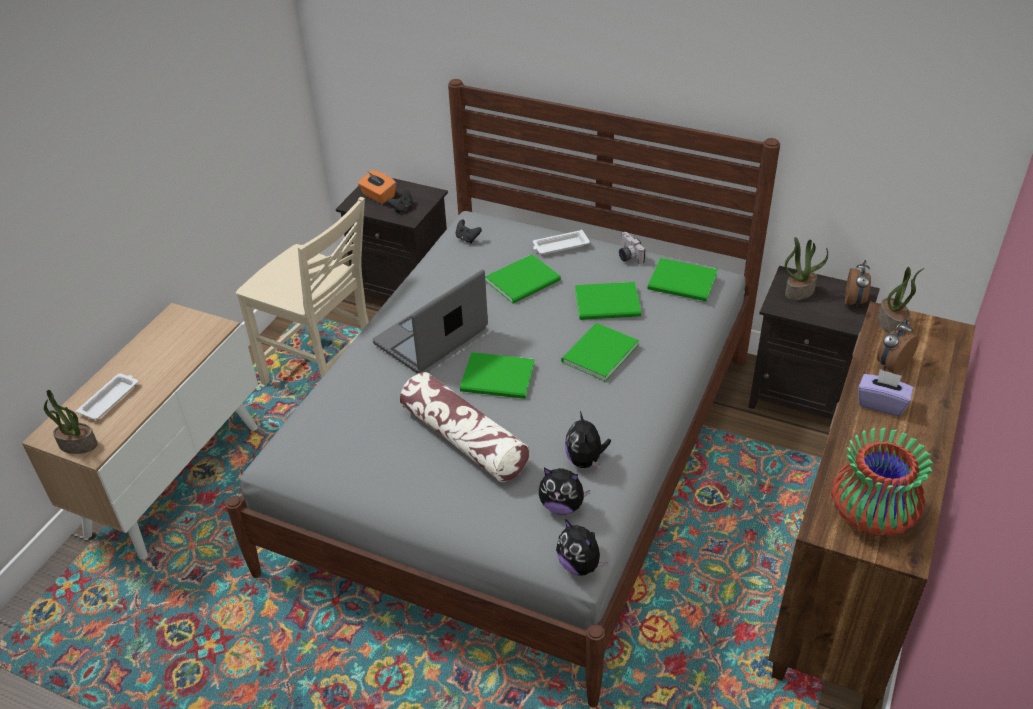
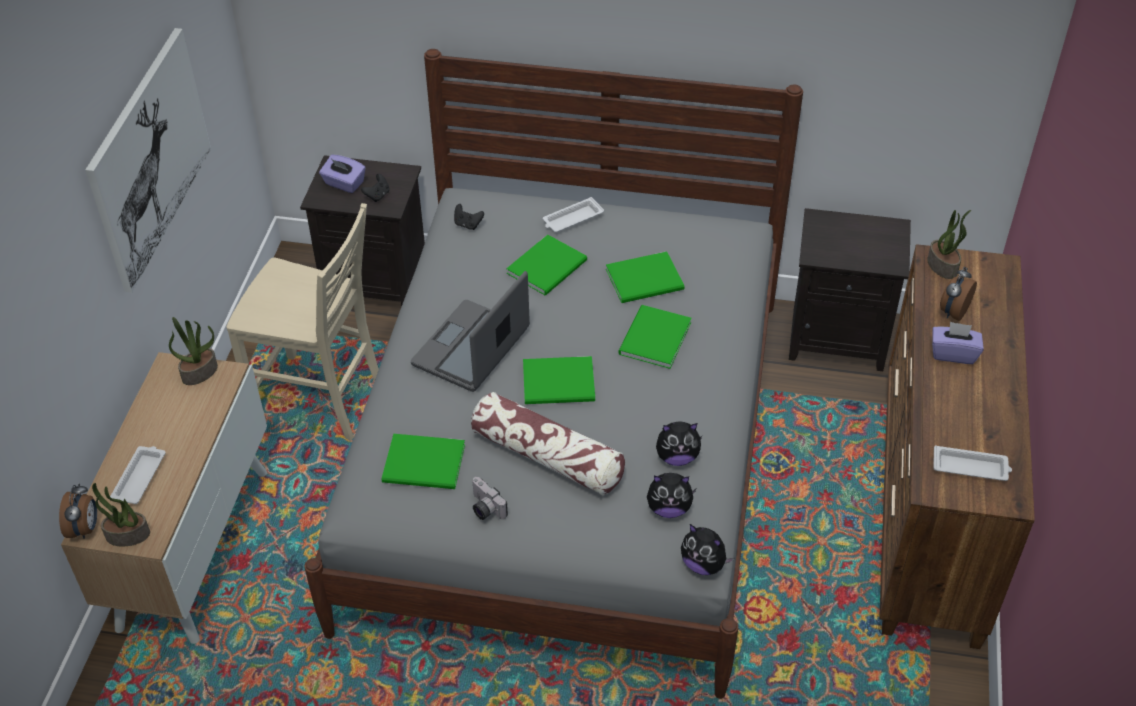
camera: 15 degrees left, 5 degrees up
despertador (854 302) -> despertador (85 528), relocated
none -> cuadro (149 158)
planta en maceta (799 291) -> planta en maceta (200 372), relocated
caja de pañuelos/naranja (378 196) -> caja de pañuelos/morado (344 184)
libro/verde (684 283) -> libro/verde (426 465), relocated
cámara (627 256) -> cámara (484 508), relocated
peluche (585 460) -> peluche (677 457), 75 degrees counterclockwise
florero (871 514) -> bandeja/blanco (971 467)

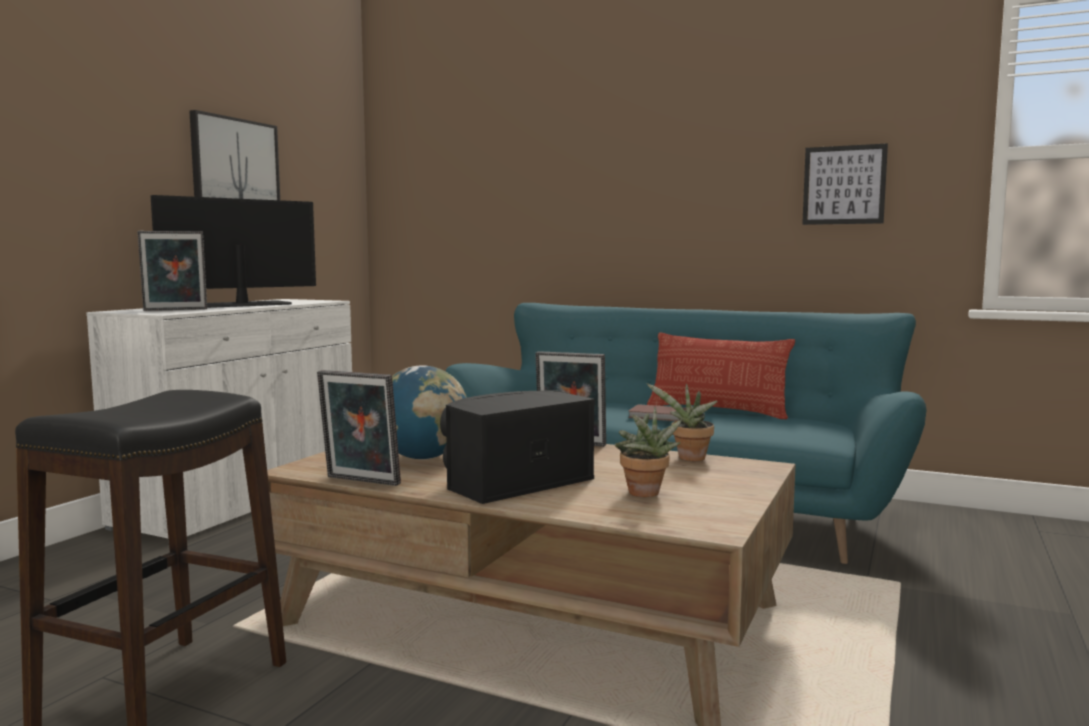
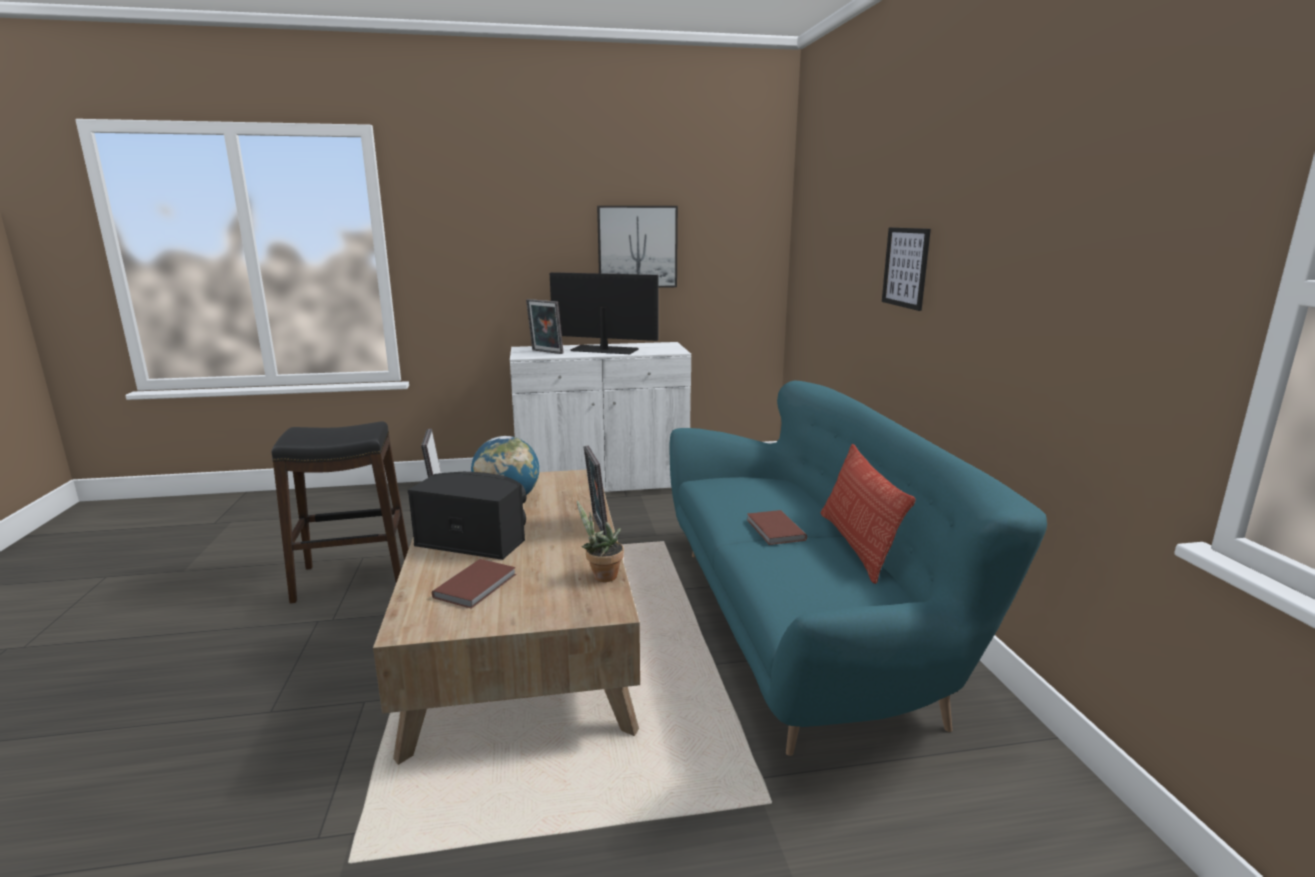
camera: 55 degrees right, 10 degrees up
planta en maceta (645 494) -> libro/marrón (477 585)
cuadro (844 185) -> cuadro (905 267), relocated

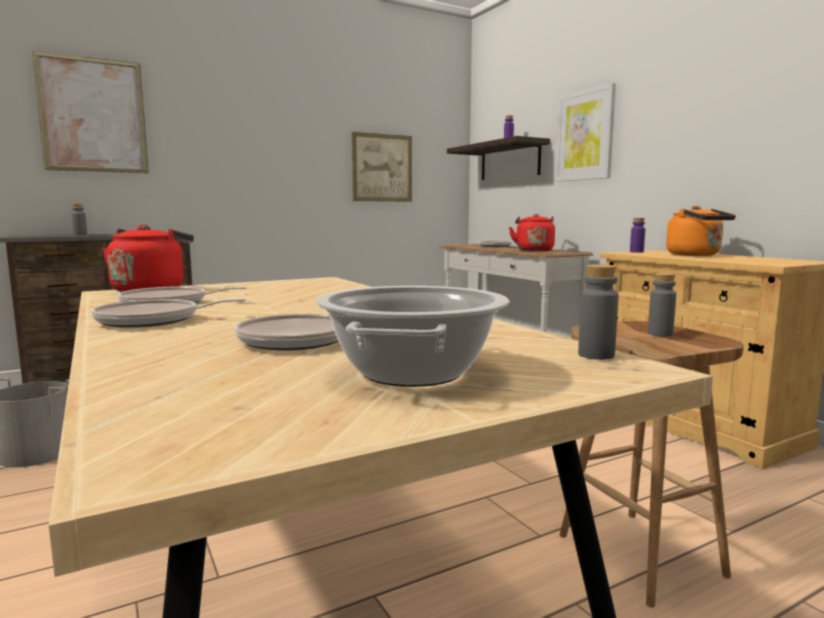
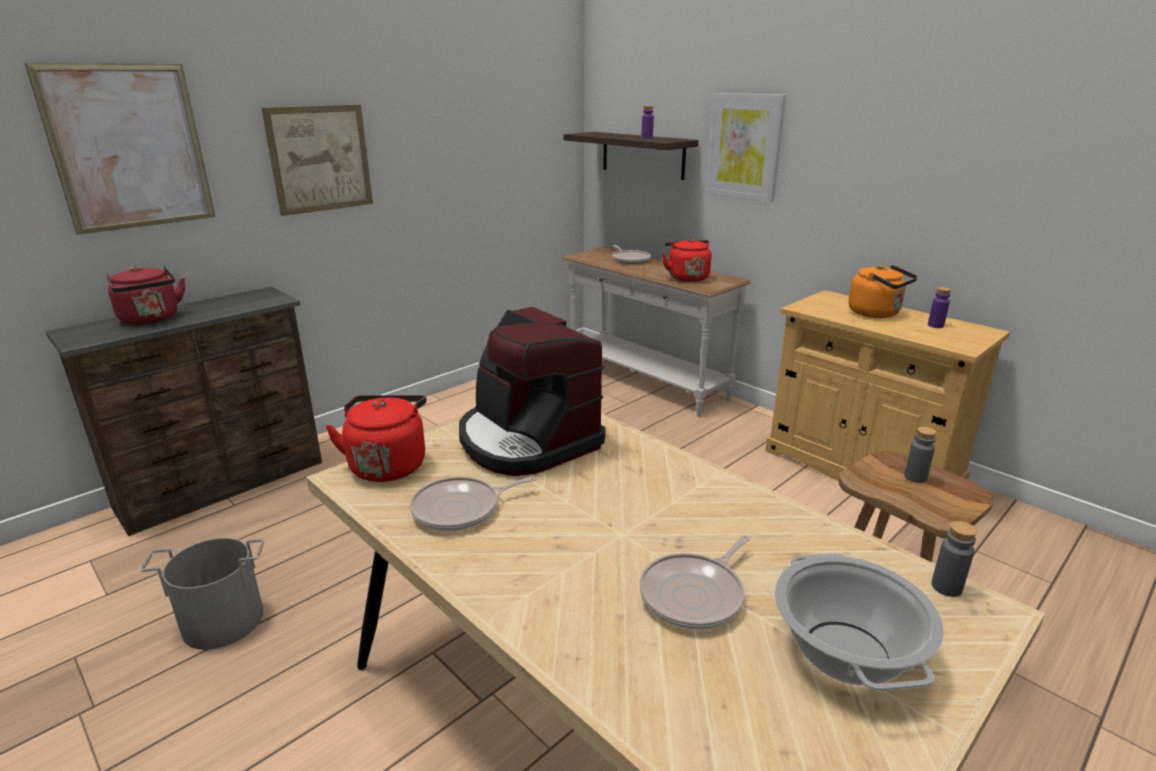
camera: 15 degrees left, 15 degrees up
botella/gris (80 234) -> hervidor/rojo (151 319)
cuadro (382 168) -> cuadro (320 159), relocated
none -> cafetera (527 440)
botella/morado (636 252) -> botella/morado (935 325), relocated
sartén (153 320) -> none

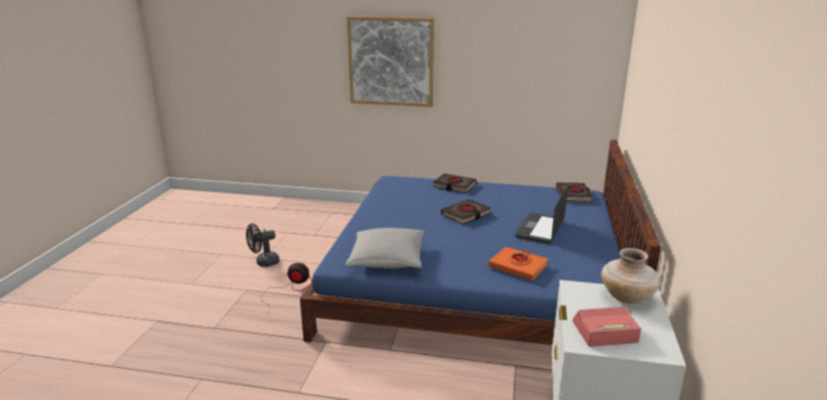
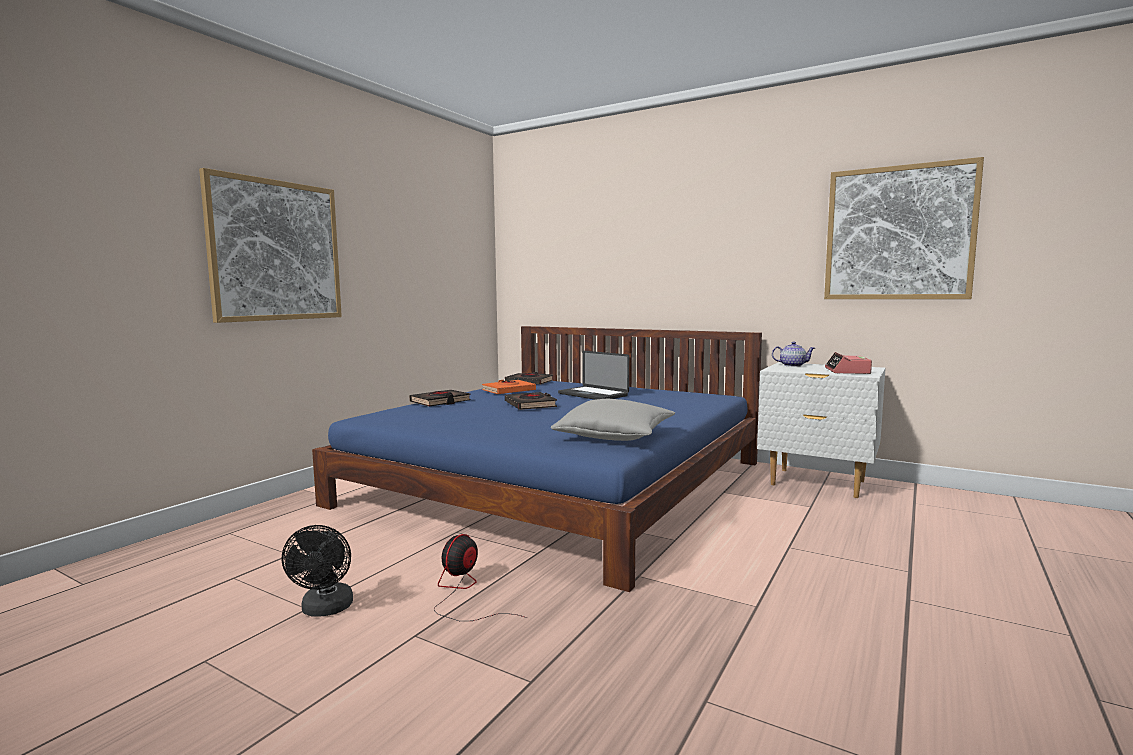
camera: 70 degrees left, 15 degrees down
libro/naranja (518 267) -> libro/naranja (508 391), relocated
florero/beis (627 297) -> tetera (792 365)
none -> cuadro (898 233)

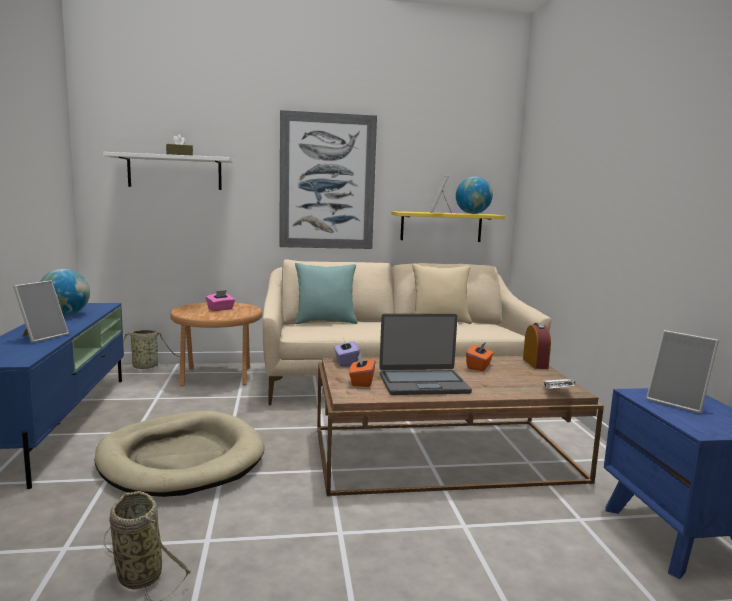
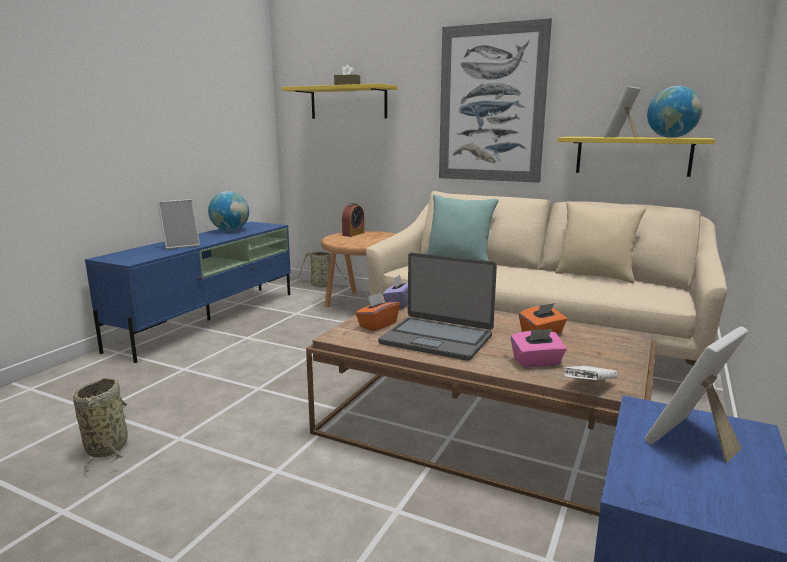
camera: 35 degrees right, 5 degrees up
estante/blanco (175 172) -> estante/amarillo (348 103)
despertador (535 363) -> despertador (353 234), relocated
caja de pañuelos/rosa (220 309) -> caja de pañuelos/rosa (537 362), relocated
portarretratos (678 402) -> portarretratos (693 440), 60 degrees clockwise
cama para perro/beis (181 459) -> none

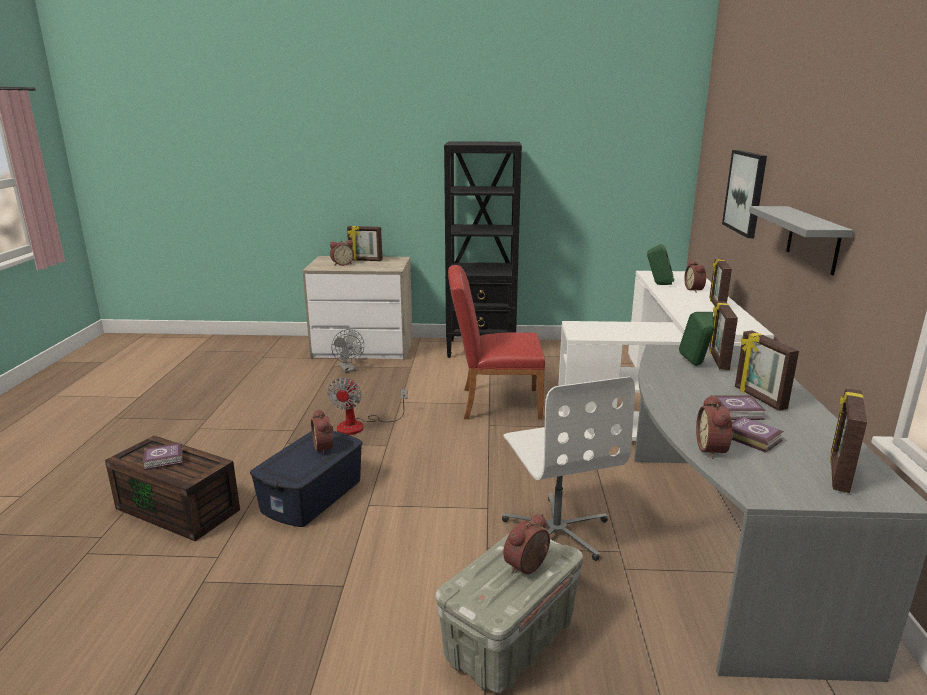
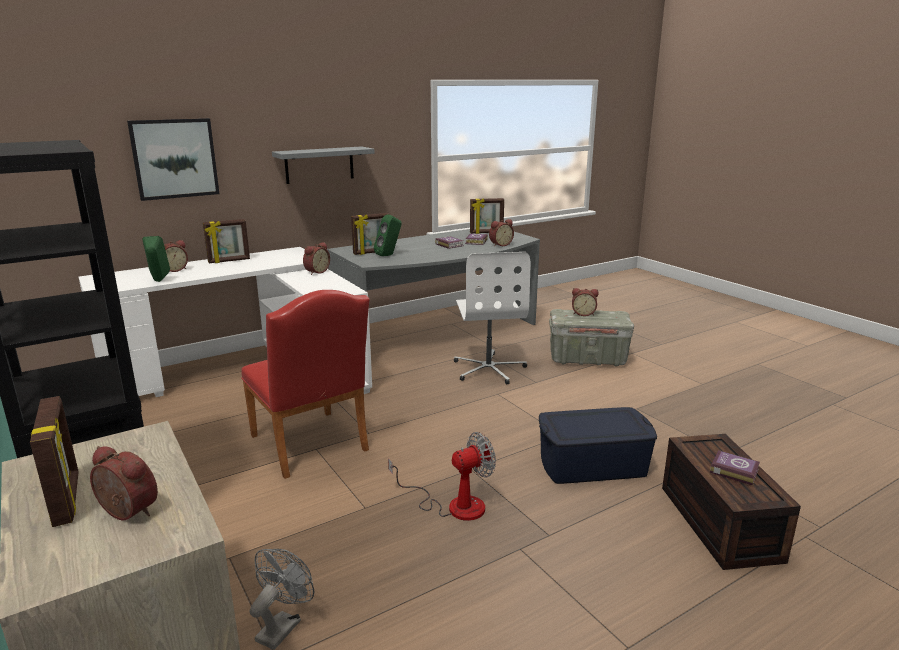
camera: 125 degrees left, 0 degrees up
despertador (325 447) -> despertador (316 272), relocated
silla de oficina/blanco (557 531) -> silla de oficina/blanco (489 369), 135 degrees clockwise
portarretratos (759 398) -> none

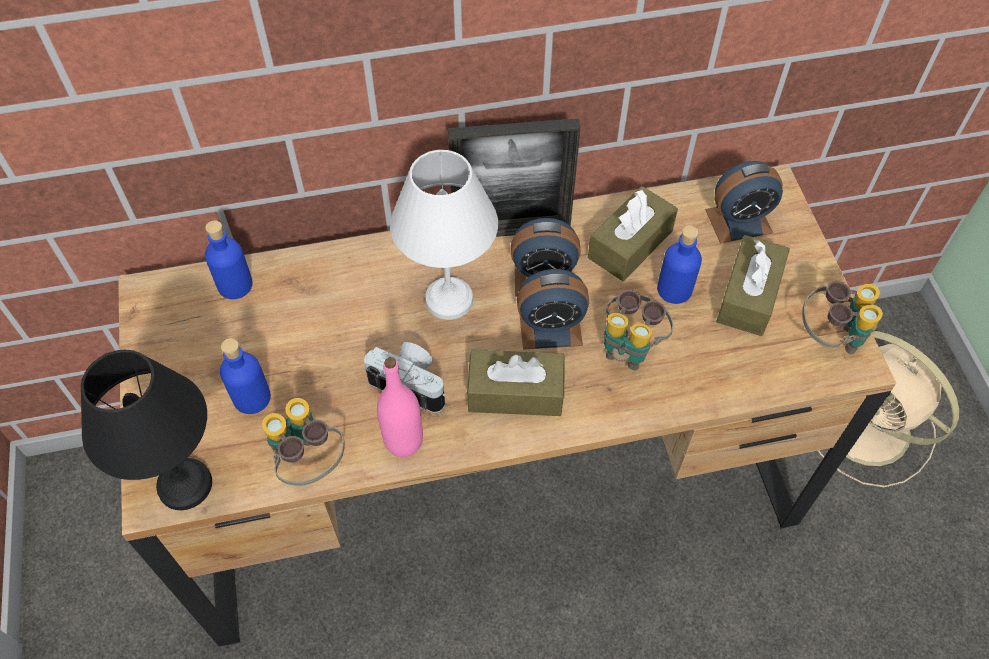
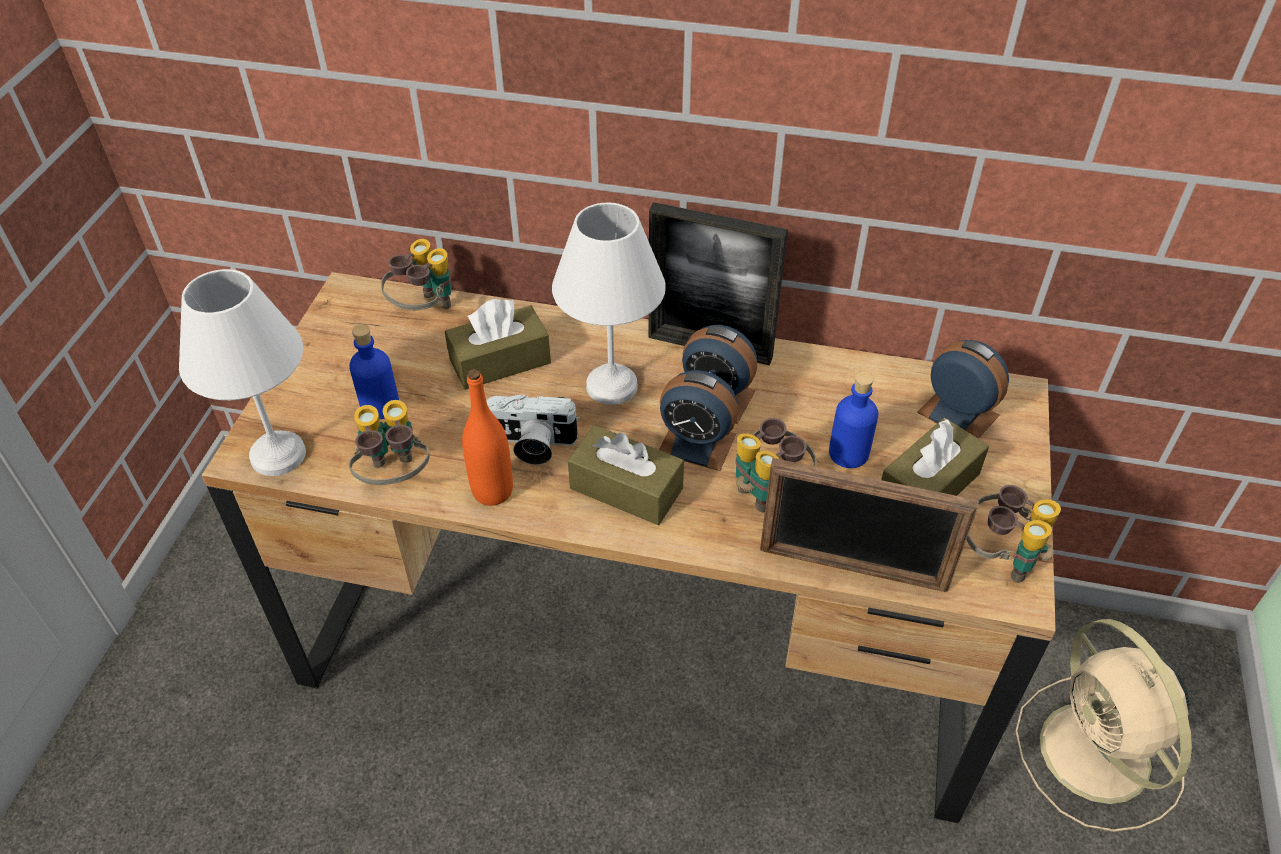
camera: 25 degrees right, 10 degrees down
lámpara de mesa/negro (186 487) -> lámpara de mesa/blanco (278 457)
botella/azul (235 285) -> prismáticos (424 310)
caja de pañuelos/marrón (630 244) -> caja de pañuelos/marrón (500 361), relocated
botella/rosa (403 441) -> botella/naranja (492 491)
cámara (412 383) -> cámara (531 445), 135 degrees clockwise
none -> portarretratos (852 568)
despertador (738 221) -> despertador (958 414), 150 degrees counterclockwise

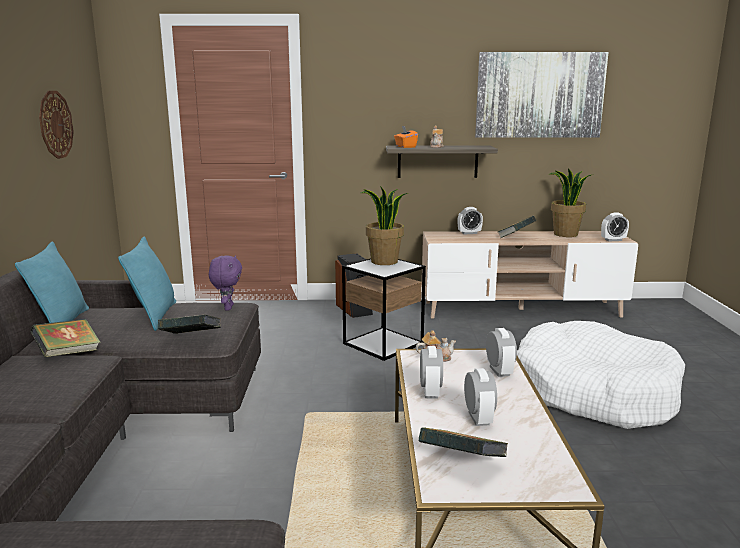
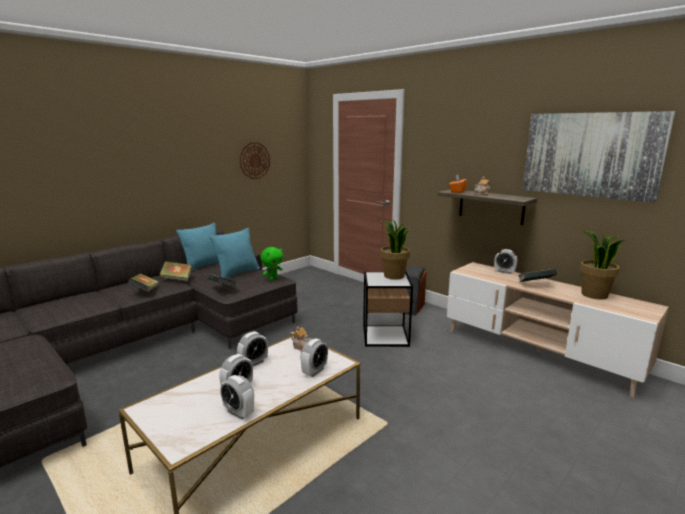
camera: 45 degrees right, 0 degrees up
libro (462 463) -> libro (145 291), relocated
despertador (613 240) -> despertador (238 412), relocated
peluche/morado (227 308) -> peluche/verde (273 279)
cama para perro/blanco (593 391) -> none

